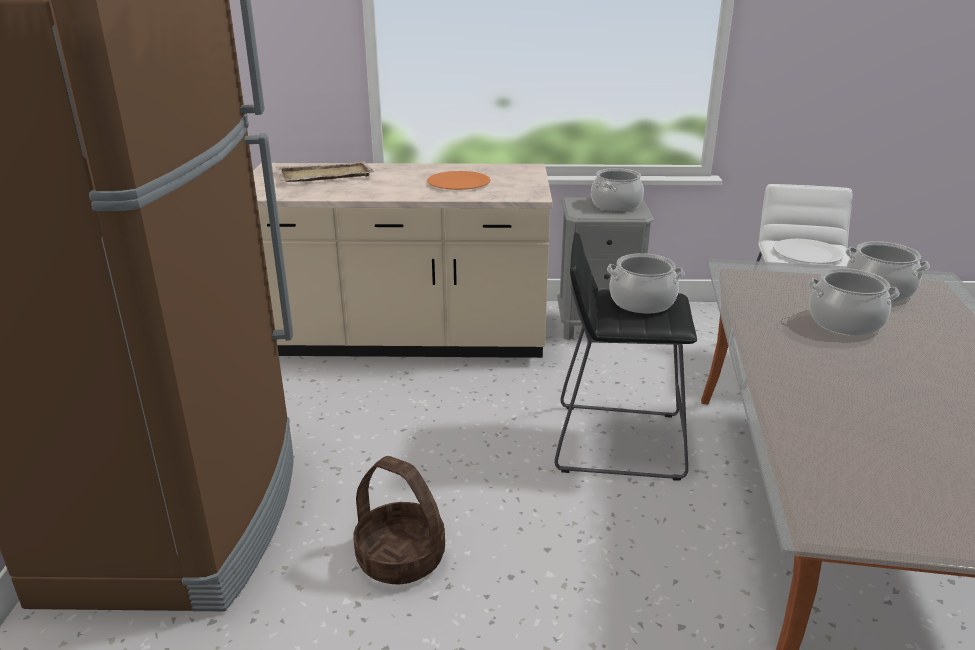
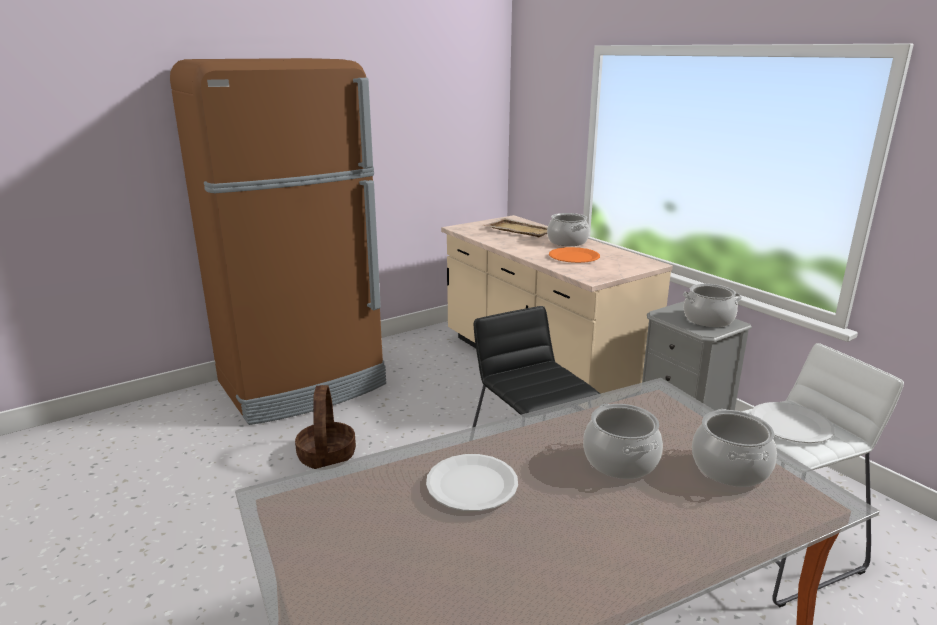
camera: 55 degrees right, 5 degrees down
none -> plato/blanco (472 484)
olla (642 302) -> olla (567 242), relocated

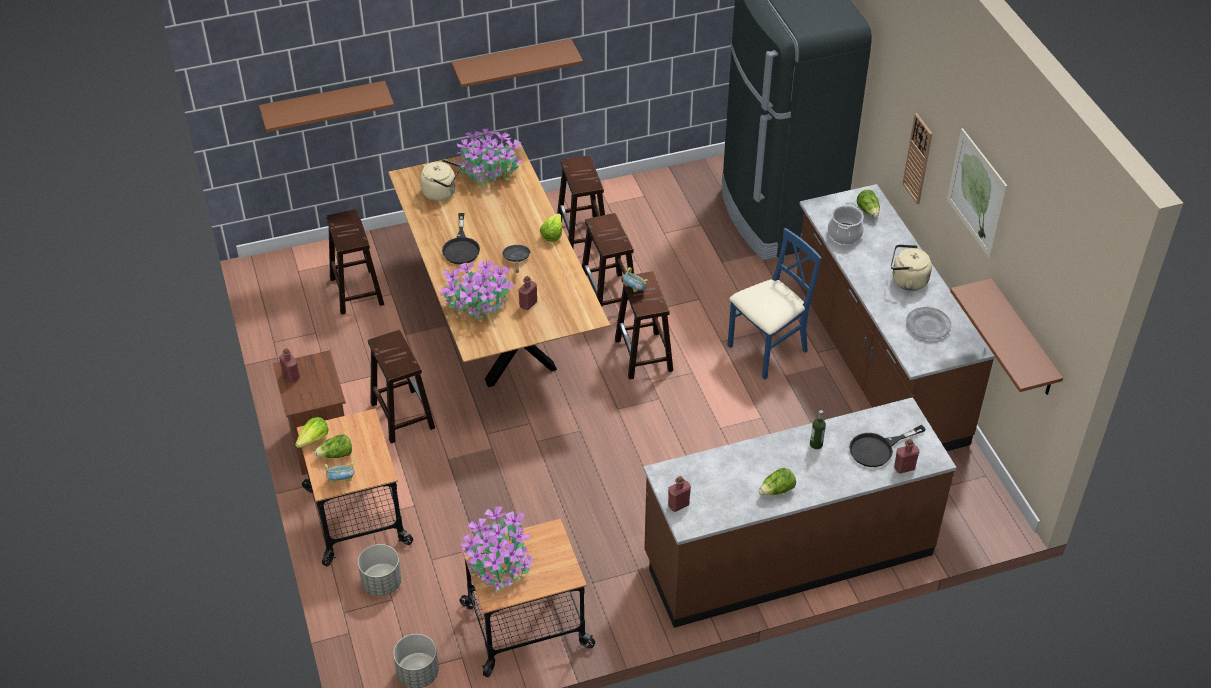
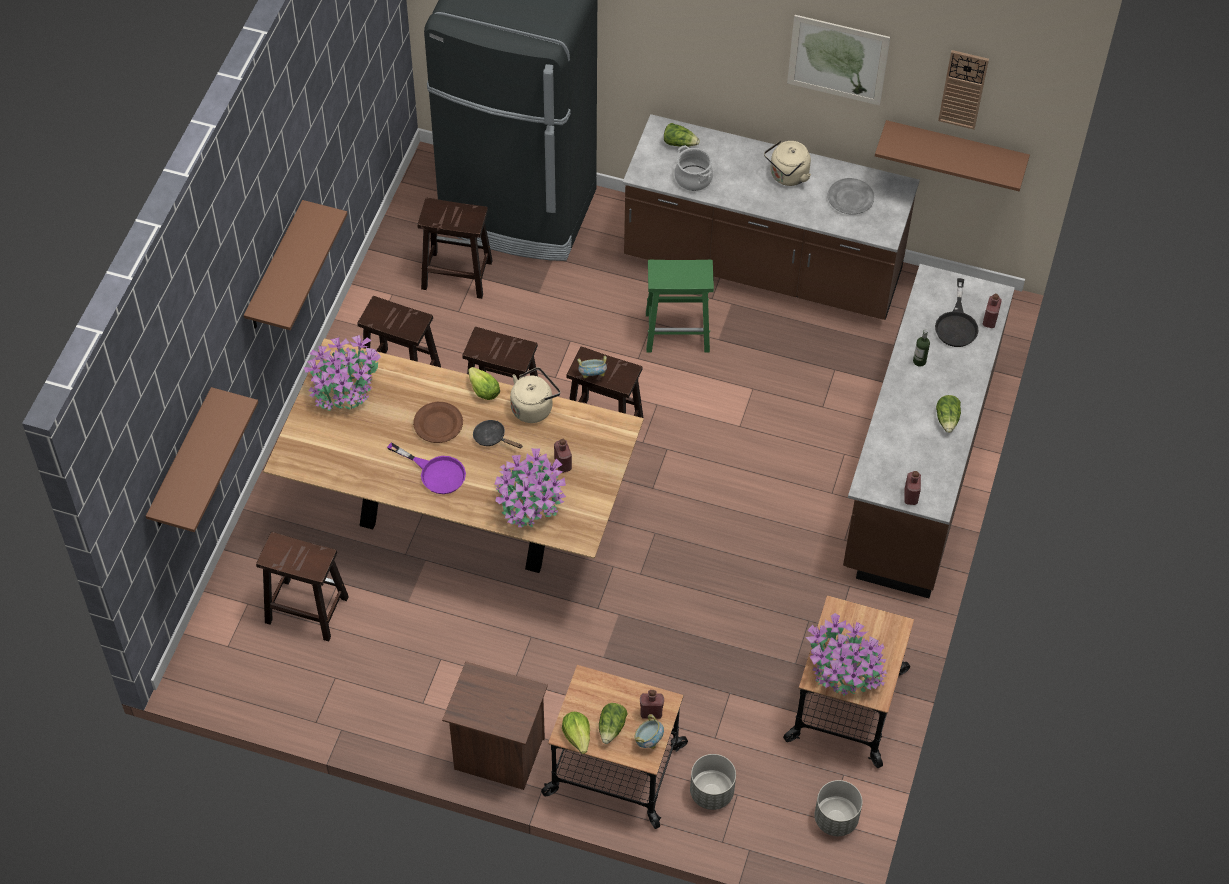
camera: 55 degrees left, 10 degrees up
sartén/negro (461 247) -> sartén/morado (436 472)
none -> plato/marrón (438 424)
taburete/marrón (402 415) -> taburete/marrón (455 275), relocated
hervidor/beis (441 193) -> hervidor/beis (534 407), relocated
botella/rojo (291 376) -> botella/rojo (651 713), relocated
silla/azul (767 350) -> taburete/verde (678 332)
reloj de pared (918 159) -> reloj de pared (963 89), relocated

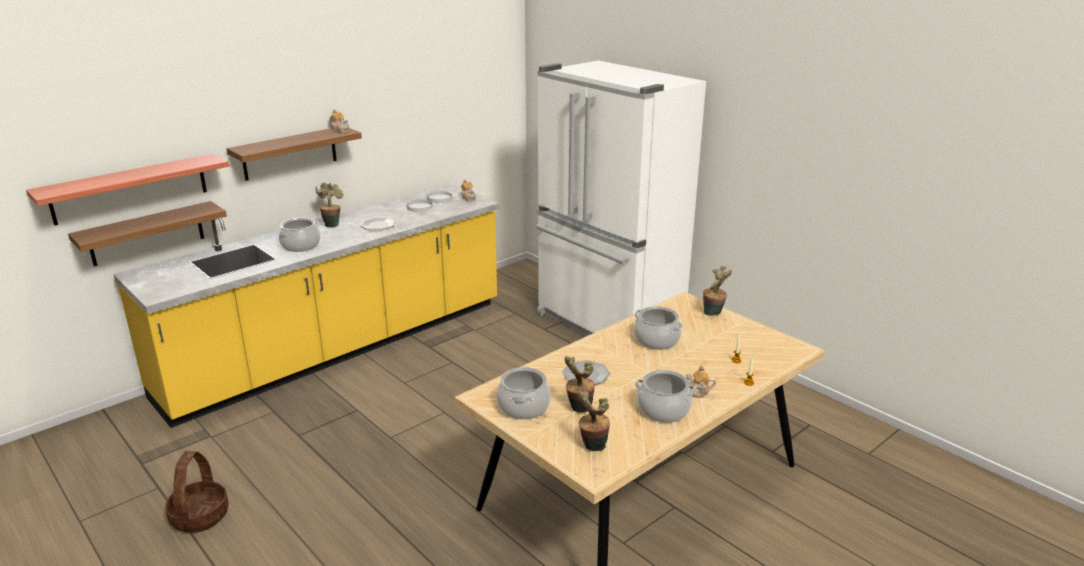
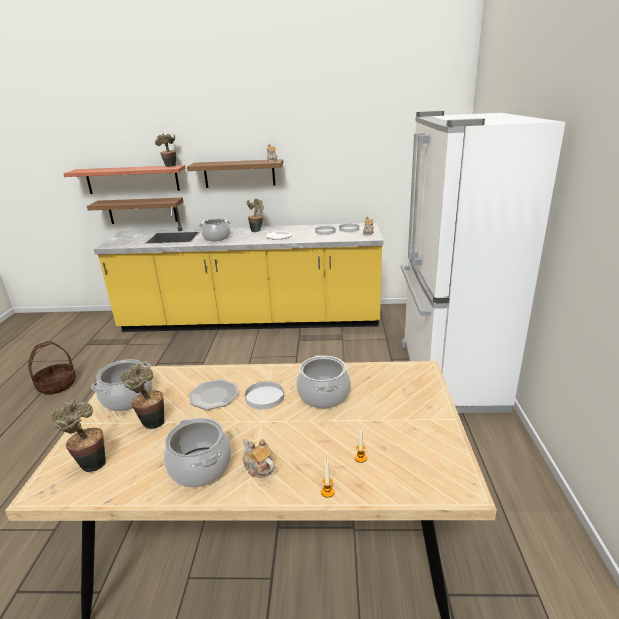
camera: 45 degrees right, 0 degrees up
planta en maceta (713 313) -> planta en maceta (170 167), relocated
none -> plato/blanco (264 397)

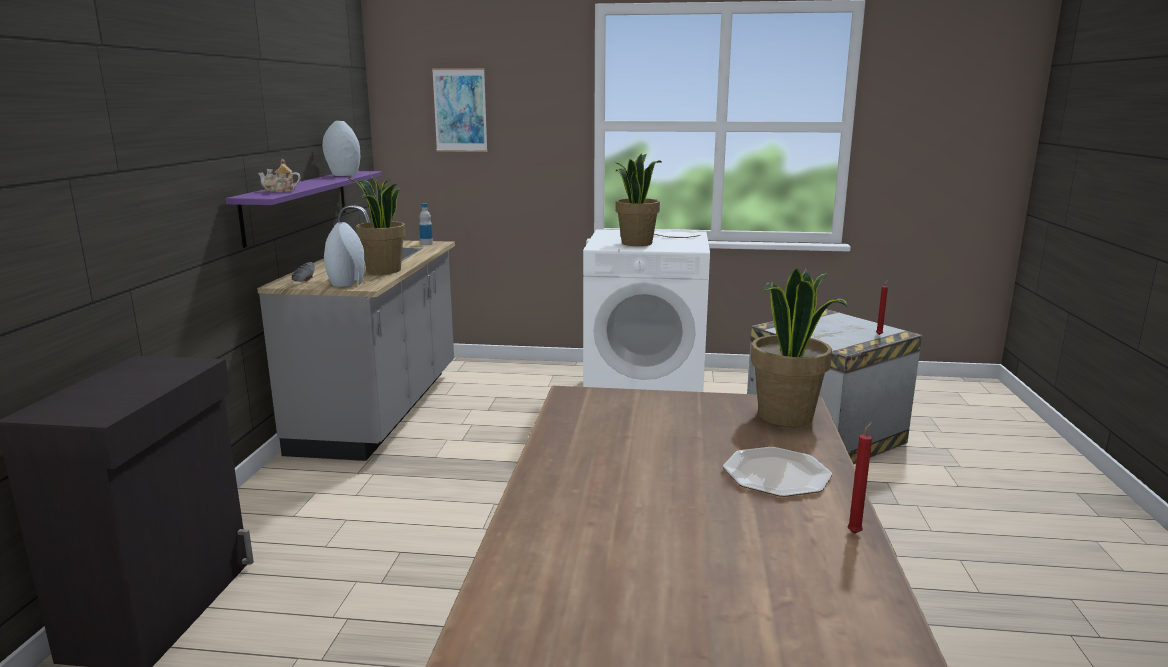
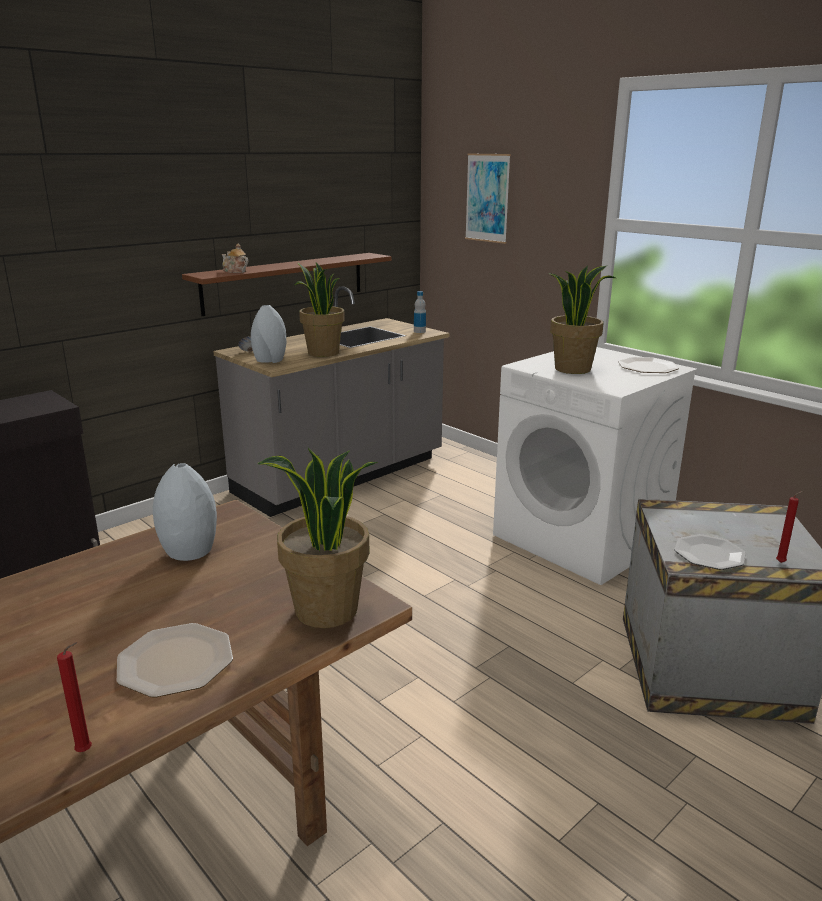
camera: 40 degrees right, 5 degrees up
florero/gris (344 175) -> florero/gris (189 551), relocated
estante/morado (297 205) -> estante/marrón (285 282)
none -> plato (709 554)

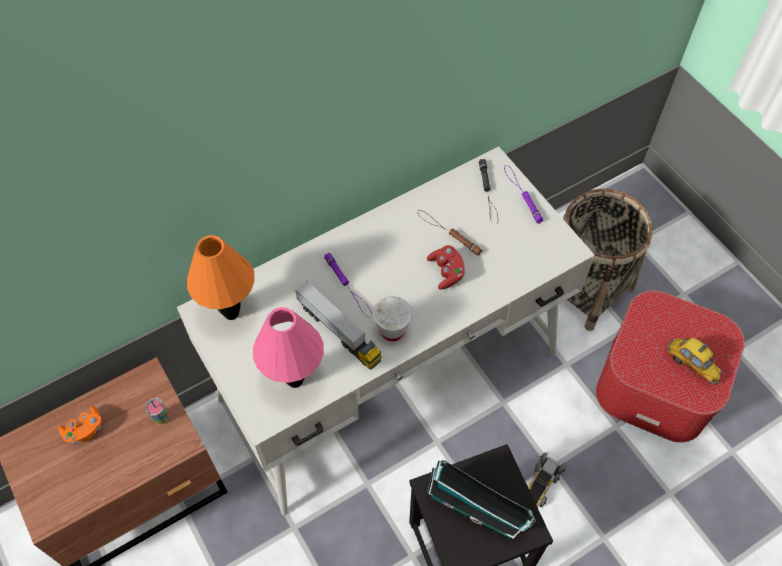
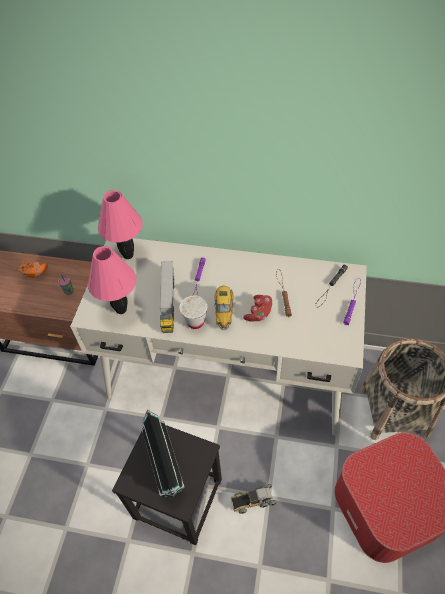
camera: 45 degrees right, 5 degrees down
lámpara de mesa/naranja (232 314) -> lámpara de mesa/rosa (128 256)
coche de juguete (692 365) -> coche de juguete (224 311), relocated

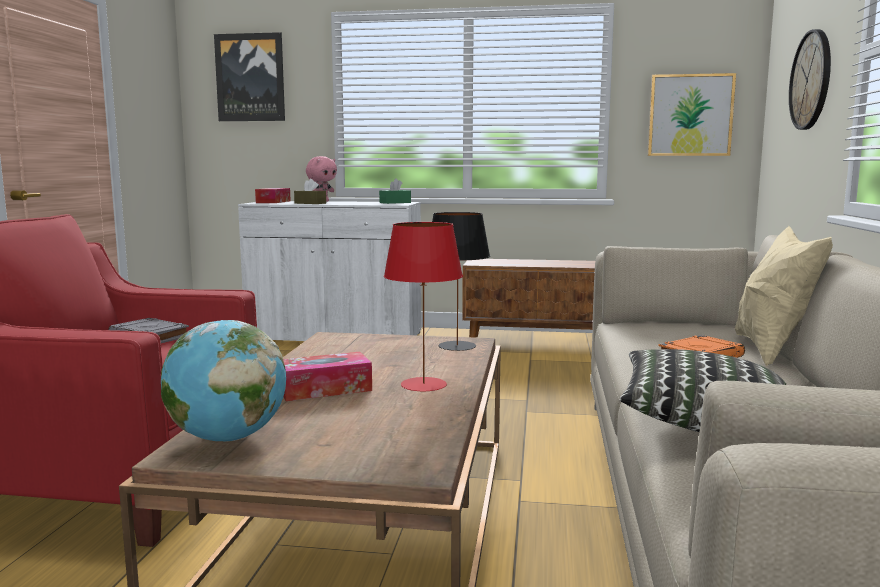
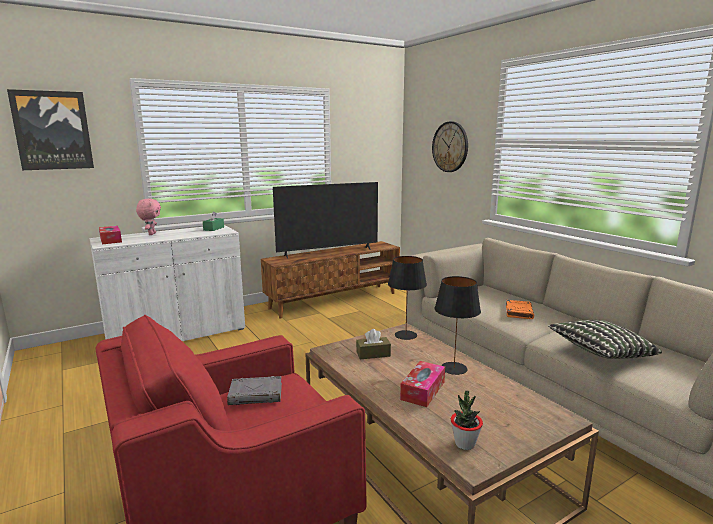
camera: 40 degrees left, 5 degrees up
none -> televisor (328 252)
caja de pañuelos/marrón (310 203) -> caja de pañuelos/marrón (373 354), relocated
lámpara de mesa/rojo (424 384) -> lámpara de mesa/negro (454 368)
globo terráqueo (227 438) -> planta en maceta (464 444)
cuadro (690 115) -> none
cojín/beis (772 350) -> none

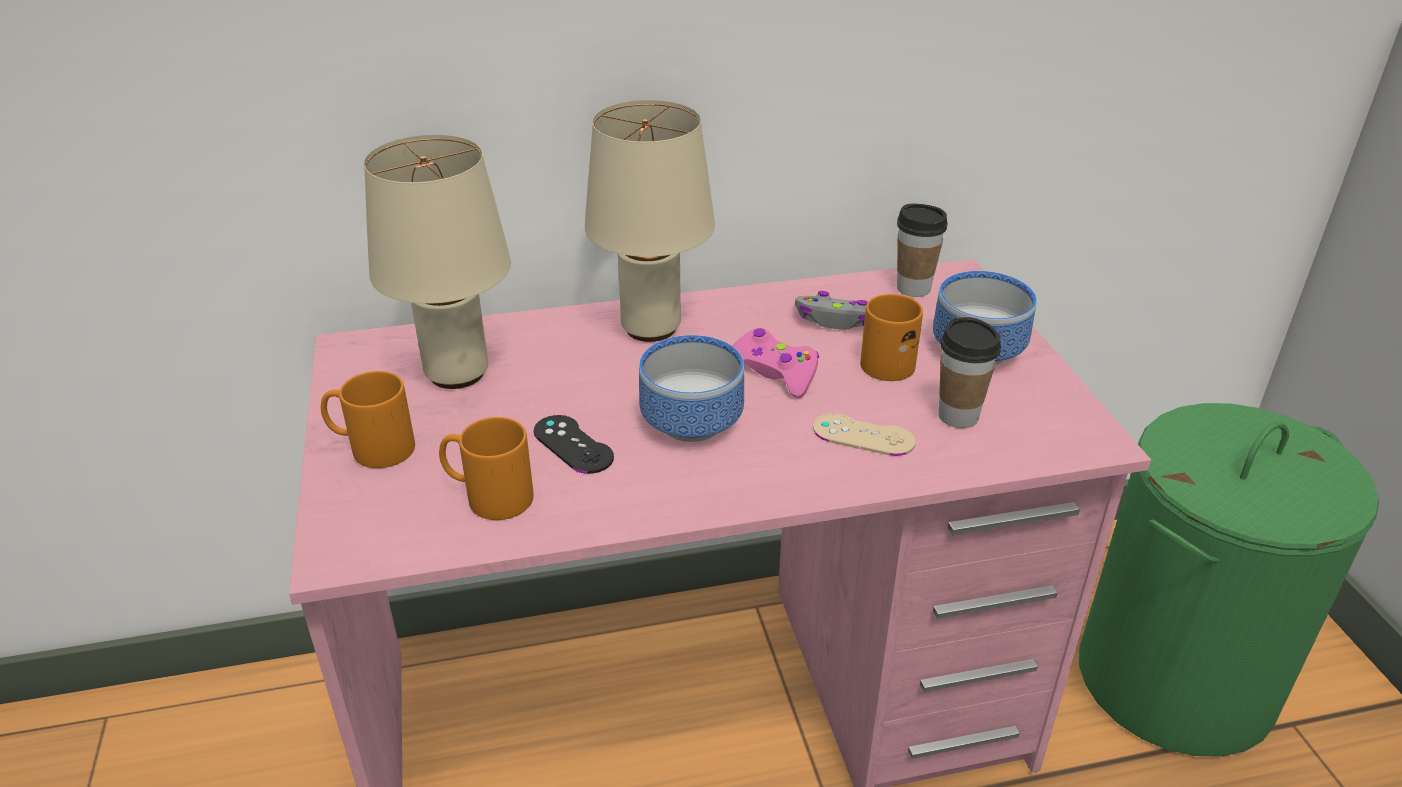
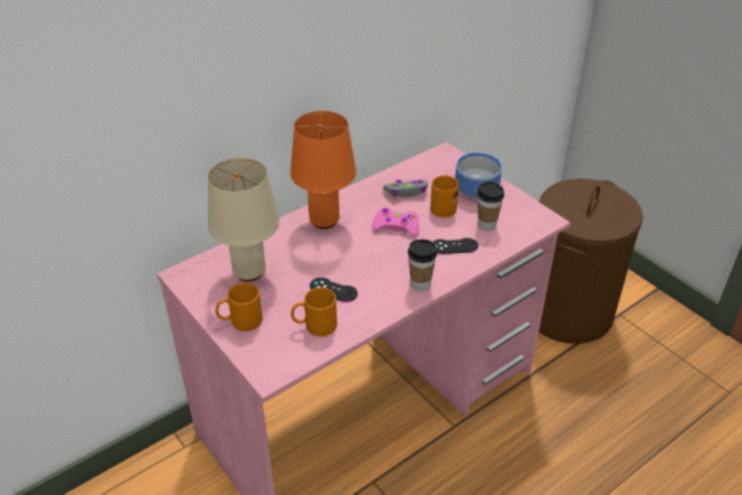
camera: 25 degrees left, 5 degrees up
lámpara de mesa/beis (652 327) -> lámpara de mesa/naranja (324 220)
taza (913 288) -> taza (420 284), relocated
mando de consola/beis (863 435) -> mando de consola/negro (454 246)
cesto de la ropa/verde (1174 681) -> cesto de la ropa/marrón (567 312)
cuenco (694 425) -> none

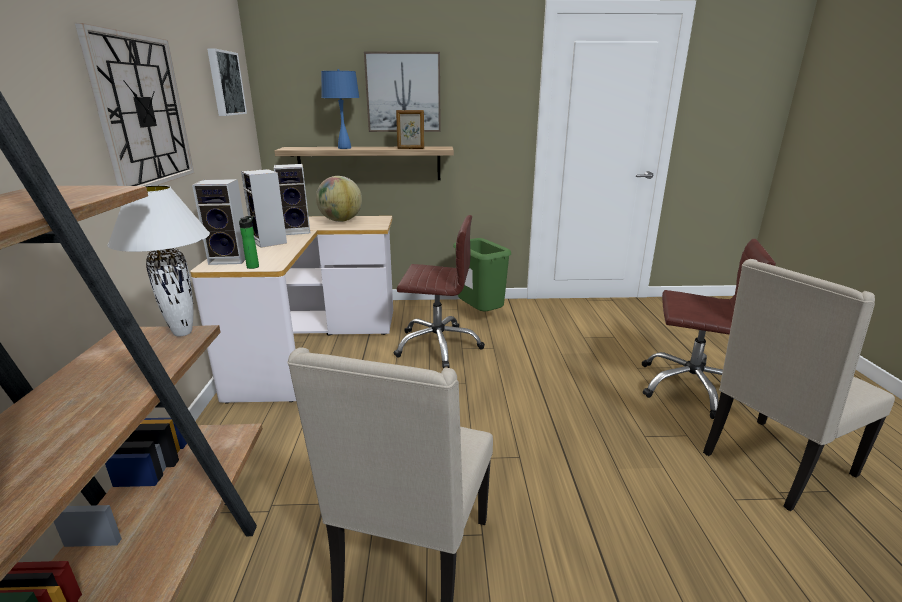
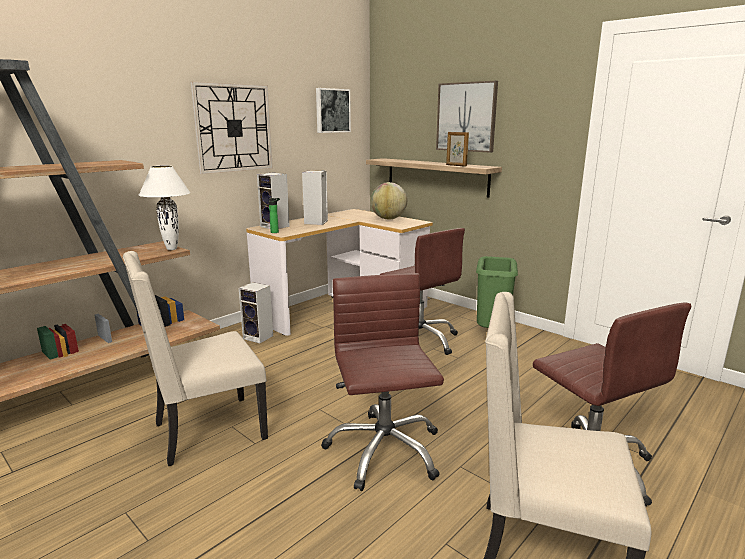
camera: 45 degrees right, 5 degrees down
altavoz (297 231) -> altavoz (259 337), relocated
none -> silla de oficina/marrón (383 450)
lámpara de mesa/azul (344 148) -> none

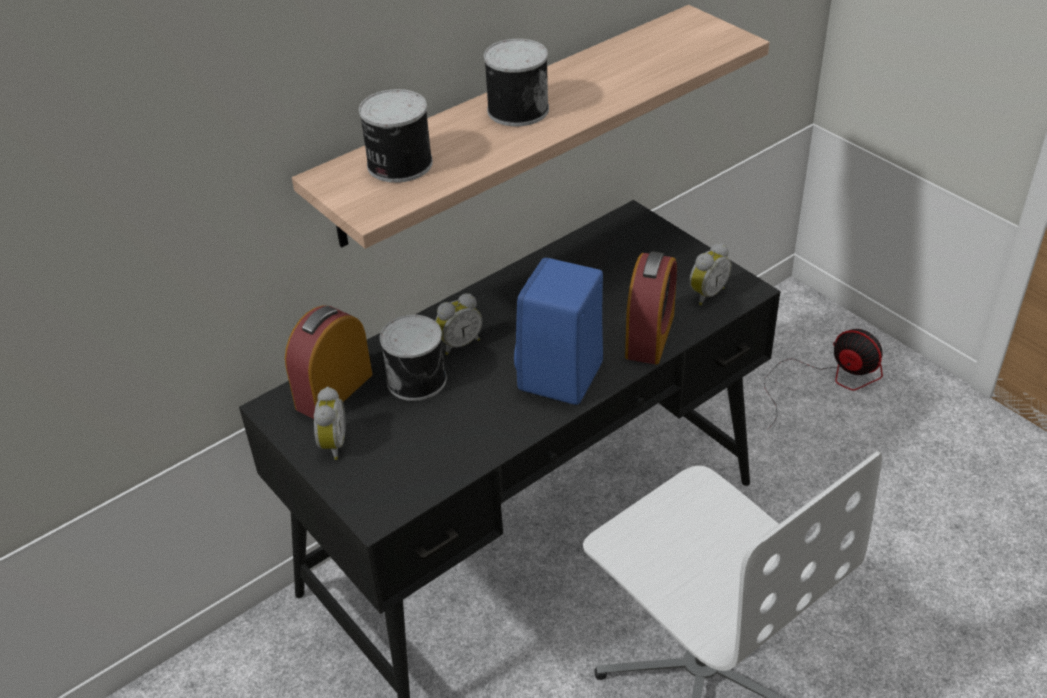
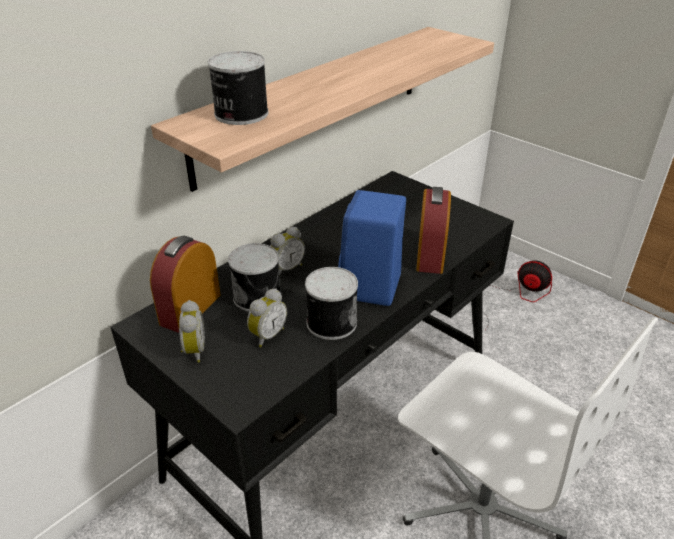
camera: 10 degrees left, 5 degrees down
despertador (706 293) -> despertador (267 335), relocated
lata (516 109) -> lata (330 322), relocated

